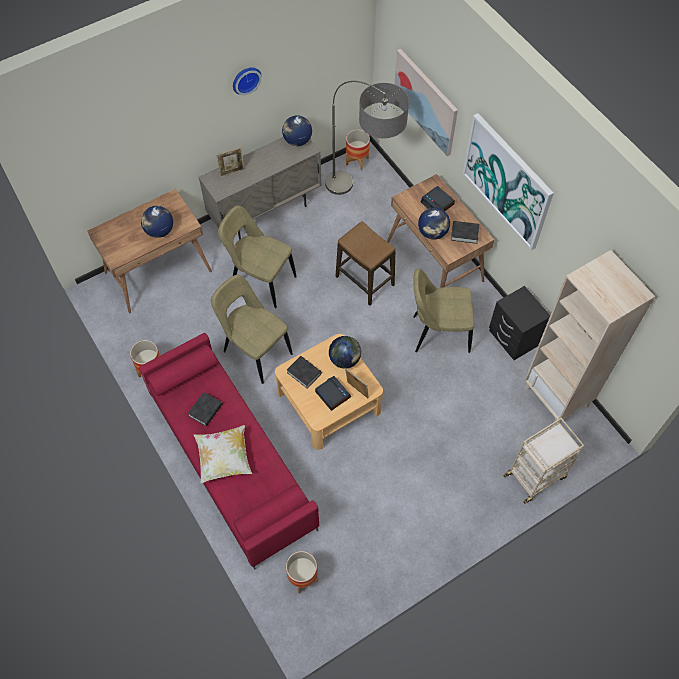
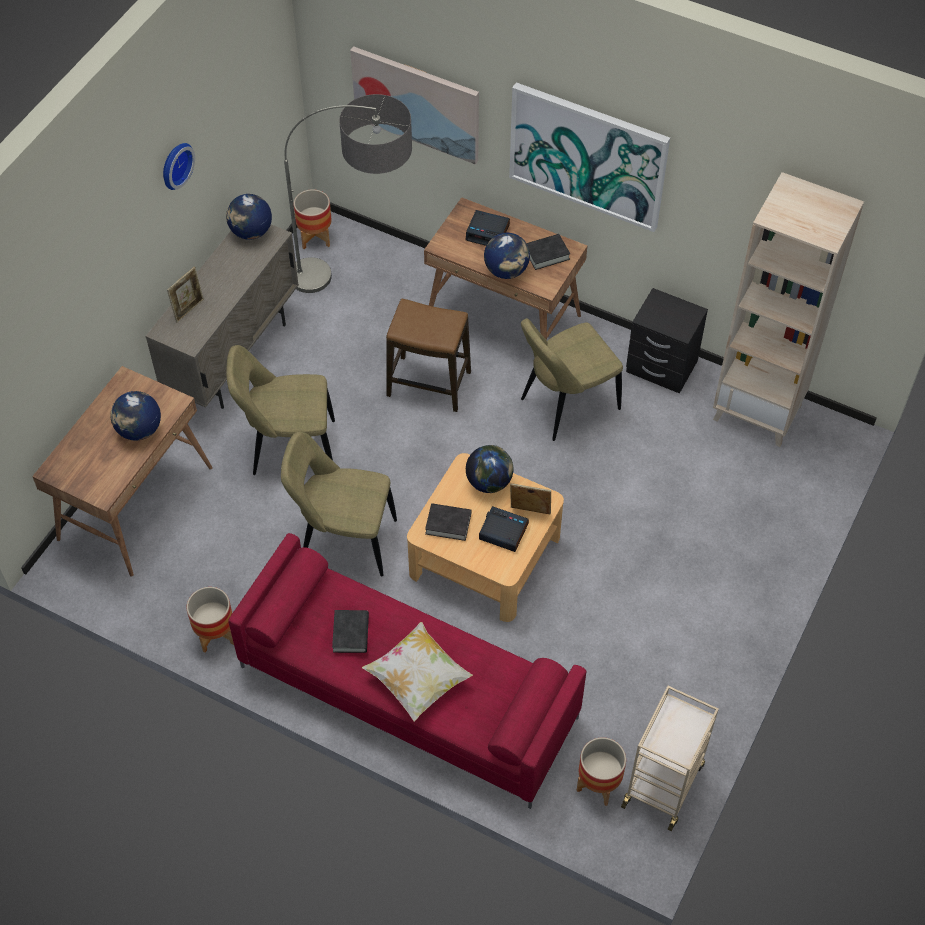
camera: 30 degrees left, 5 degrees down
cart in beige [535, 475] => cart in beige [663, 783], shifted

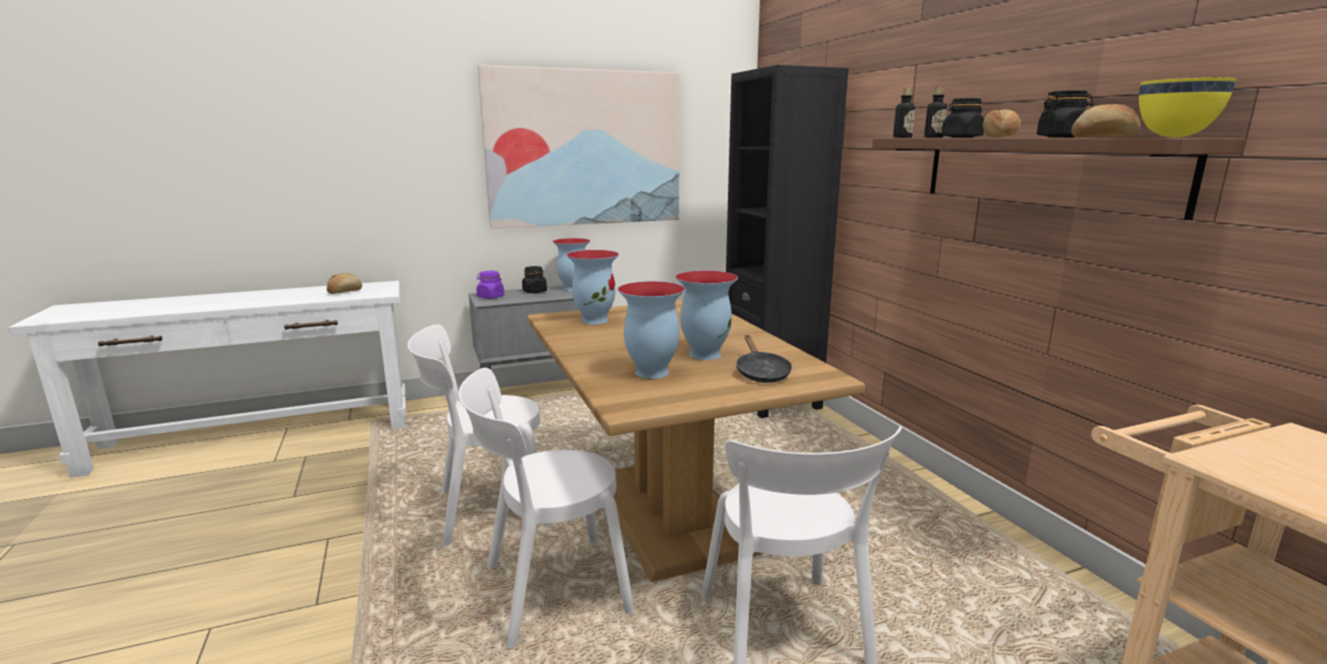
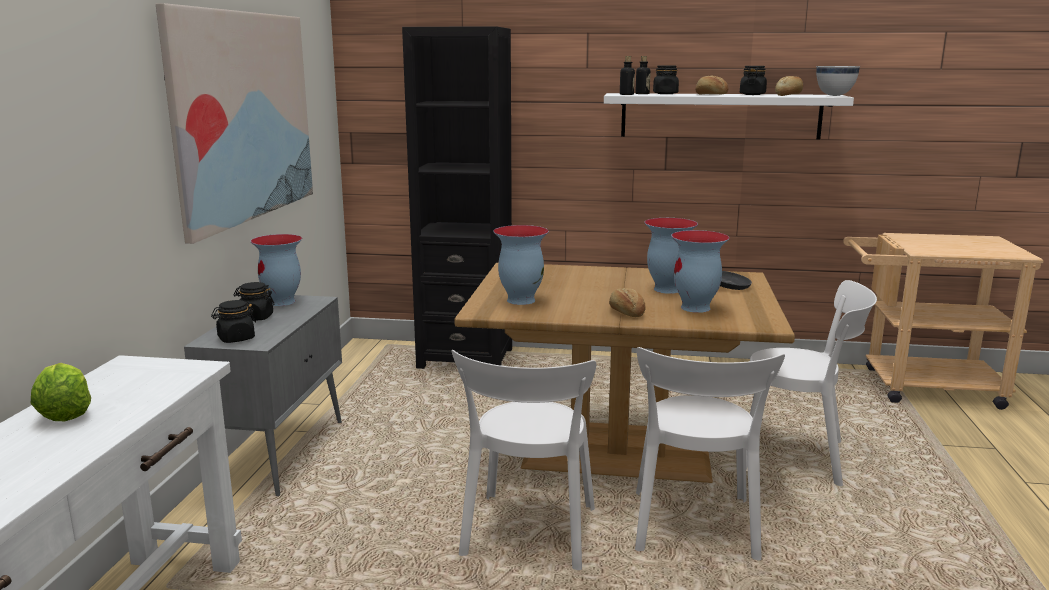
camera: 60 degrees left, 0 degrees up
nothing => lettuce [65, 413]
bread [344, 292] => bread [626, 313], shifted
jar in purple [490, 297] => jar in black [236, 338]
shelf in brown [1041, 171] => shelf in white [720, 116]
bowl in yellow [1174, 137] => bowl in white [834, 96]

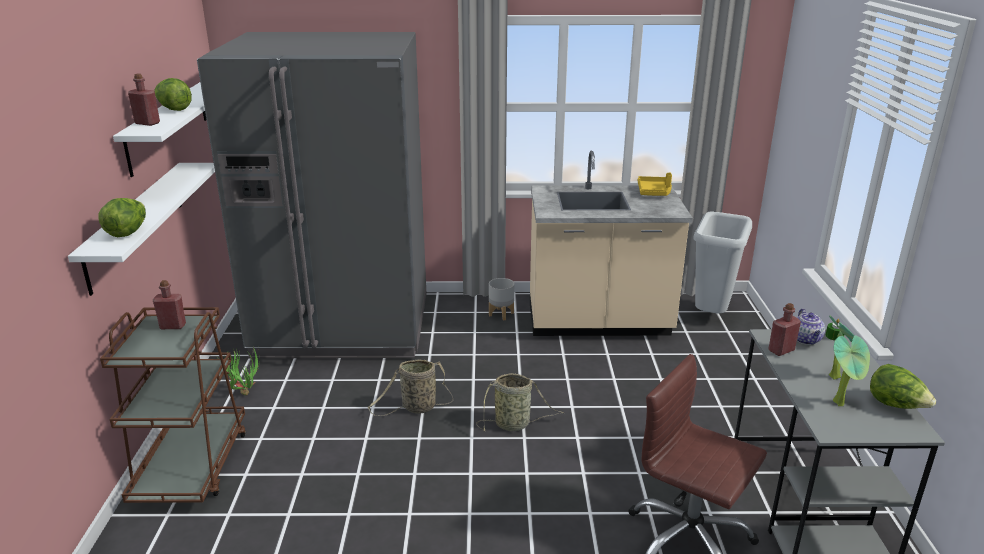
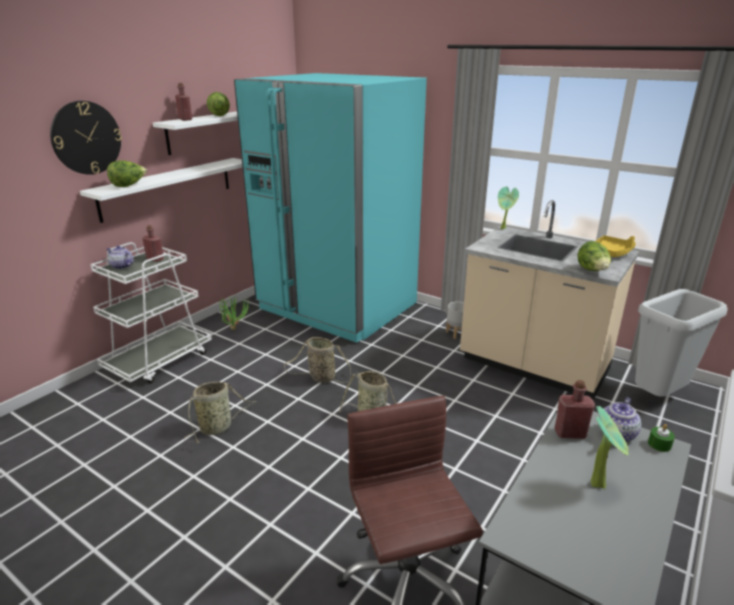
camera: 35 degrees right, 0 degrees up
nothing => wall clock [86, 138]
nothing => teapot [121, 266]
nothing => basket [218, 427]
potted plant [841, 403] => potted plant [504, 229], shifted
lettuce [896, 405] => lettuce [592, 271], shifted
cart in brown [192, 466] => cart in white [159, 360]
fridge in grey [343, 325] => fridge in turquoise [337, 306]

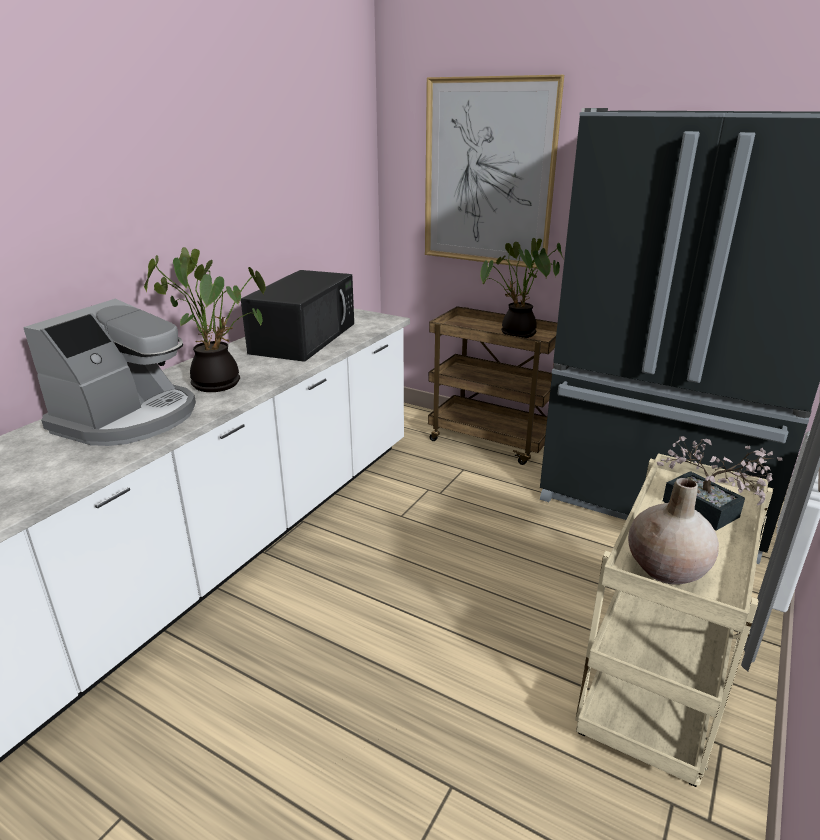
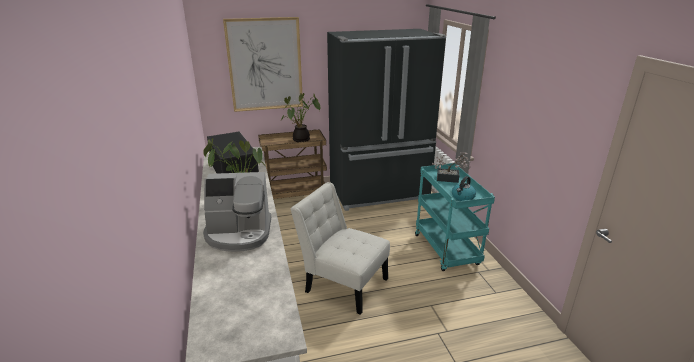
camera: 45 degrees left, 0 degrees up
nothing => chair in white [343, 283]
vase in beige [667, 569] => kettle [463, 197]
cart in beige [654, 698] => cart in turquoise [447, 251]
coffee machine [128, 418] => coffee machine [239, 233], 105 degrees clockwise

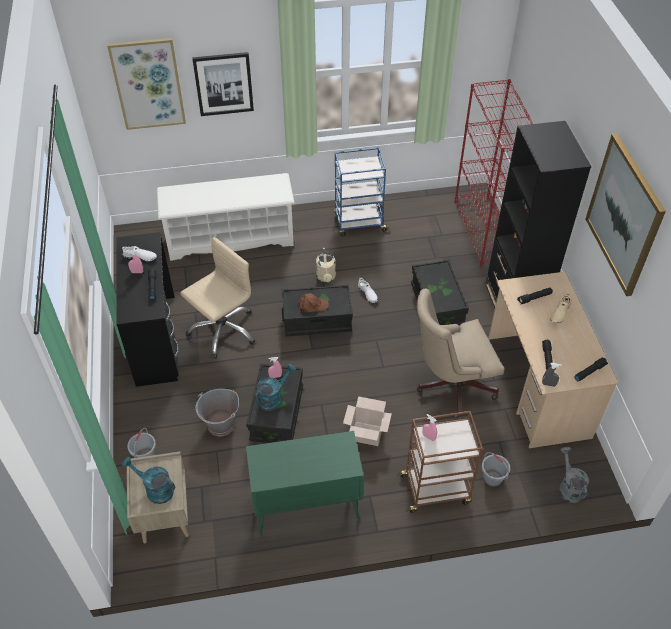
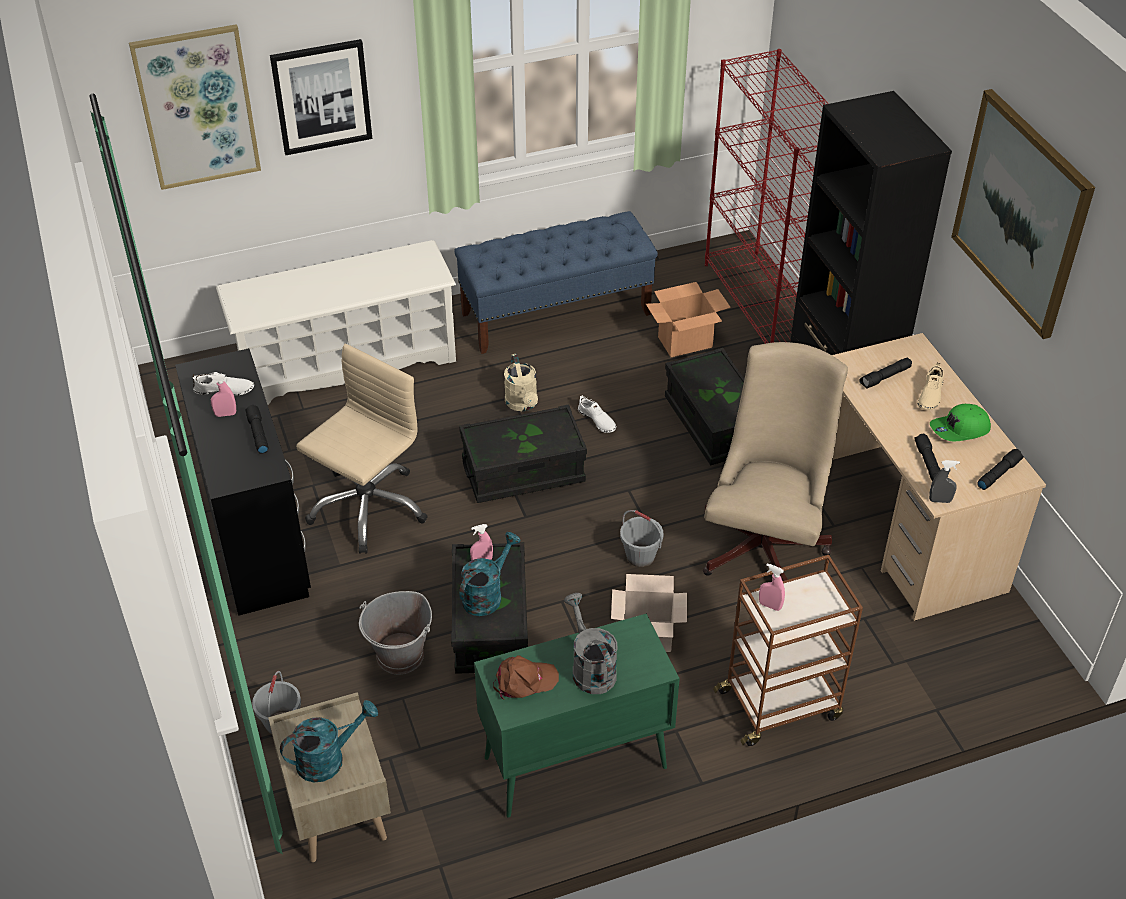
camera: 10 degrees left, 5 degrees down
nothing => cardboard box [685, 342]
nothing => cap in green [960, 430]
cap in brown [312, 305] => cap in brown [524, 681], shifted
bucket in grey [492, 478] => bucket in grey [640, 556], shifted
watering can in grey [568, 487] => watering can in grey [590, 668], shifted
cart in blue [359, 223] => bench in blue [556, 313]
watering can in turquoise [155, 489] => watering can in turquoise [328, 758], 135 degrees clockwise
office chair in beige [450, 385] => office chair in beige [765, 542], 135 degrees clockwise

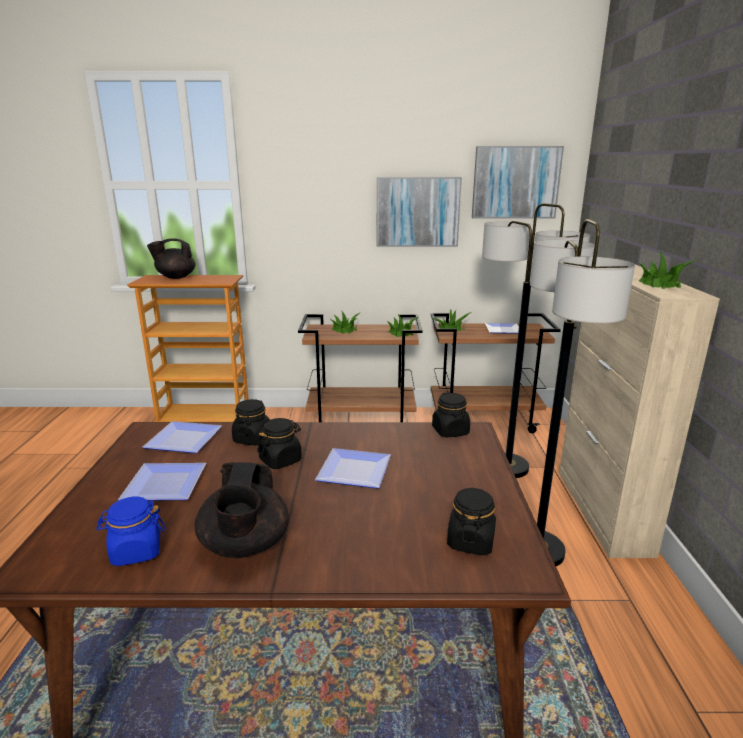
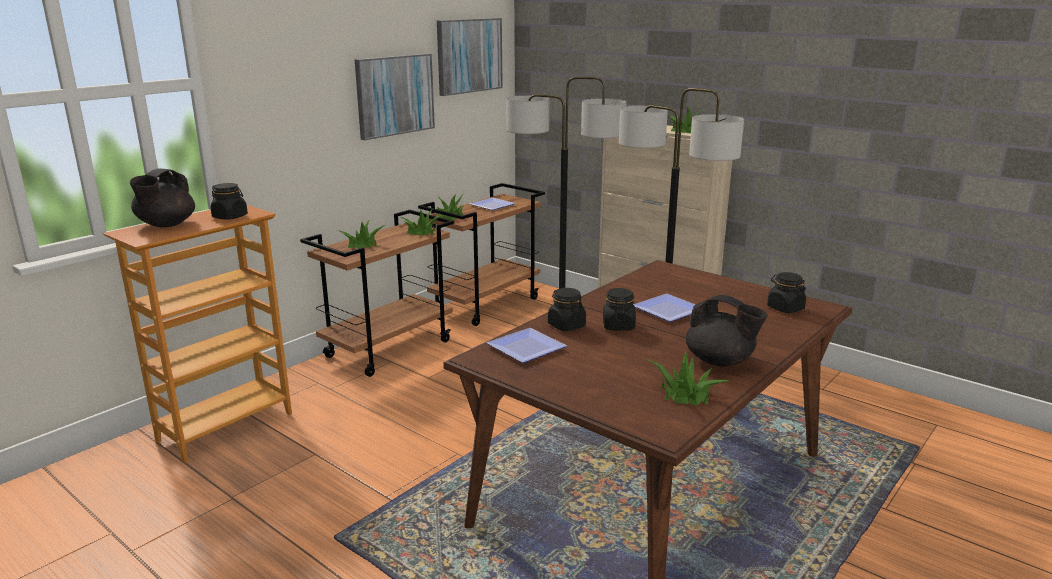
camera: 50 degrees left, 0 degrees up
plate [162, 486] => nothing
jar in black [450, 431] => jar in black [230, 217], shifted
jar in blue [136, 551] => potted plant [685, 394]

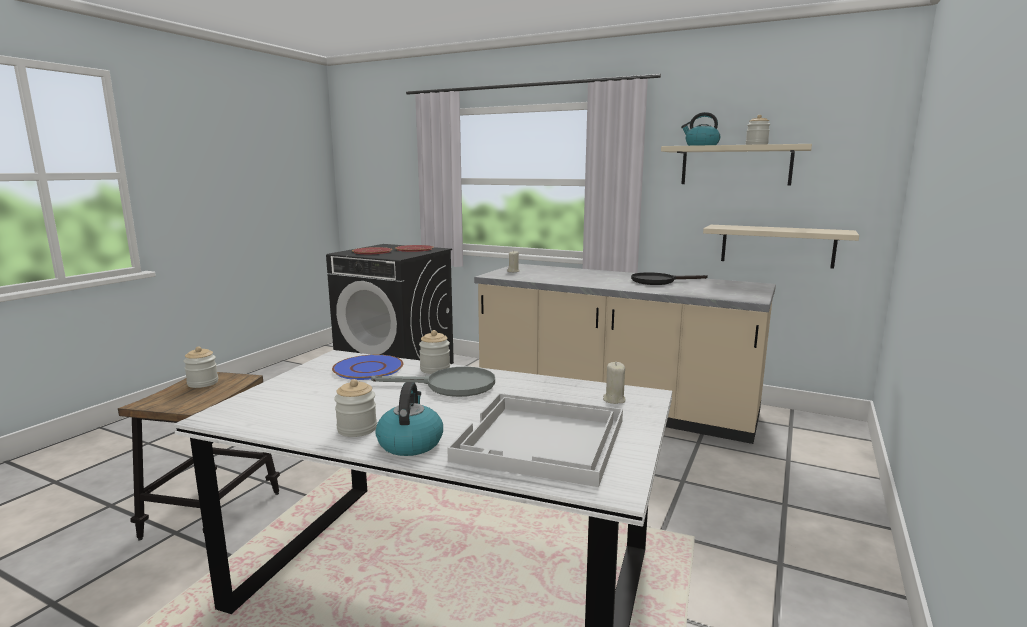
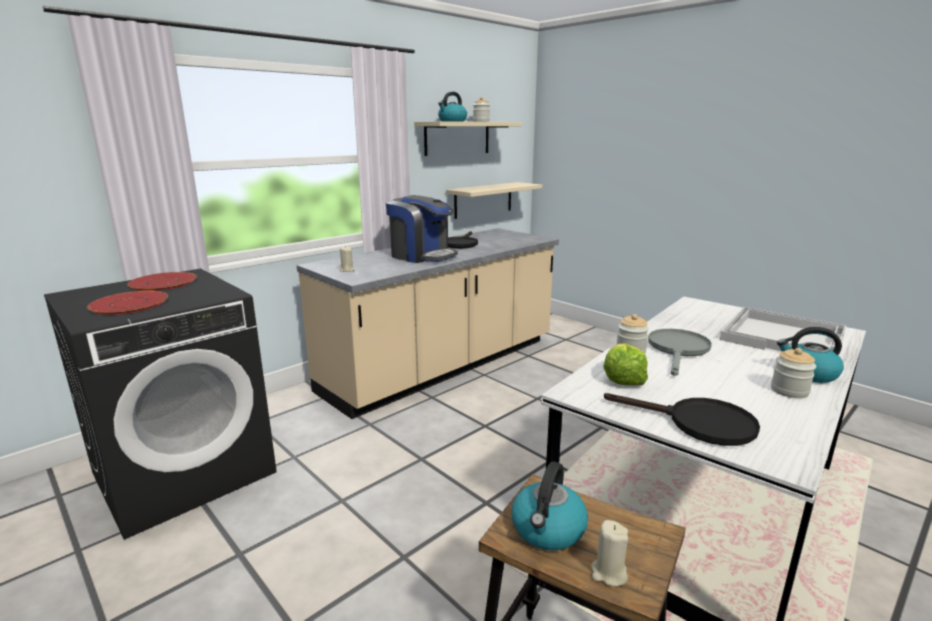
camera: 70 degrees left, 5 degrees up
nothing => coffee machine [422, 256]
nothing => frying pan in black [698, 423]
candle in beige [614, 399] => candle in beige [608, 573], shifted
jar [203, 383] => kettle [548, 530]
plate in blue [368, 368] => lettuce [623, 379]

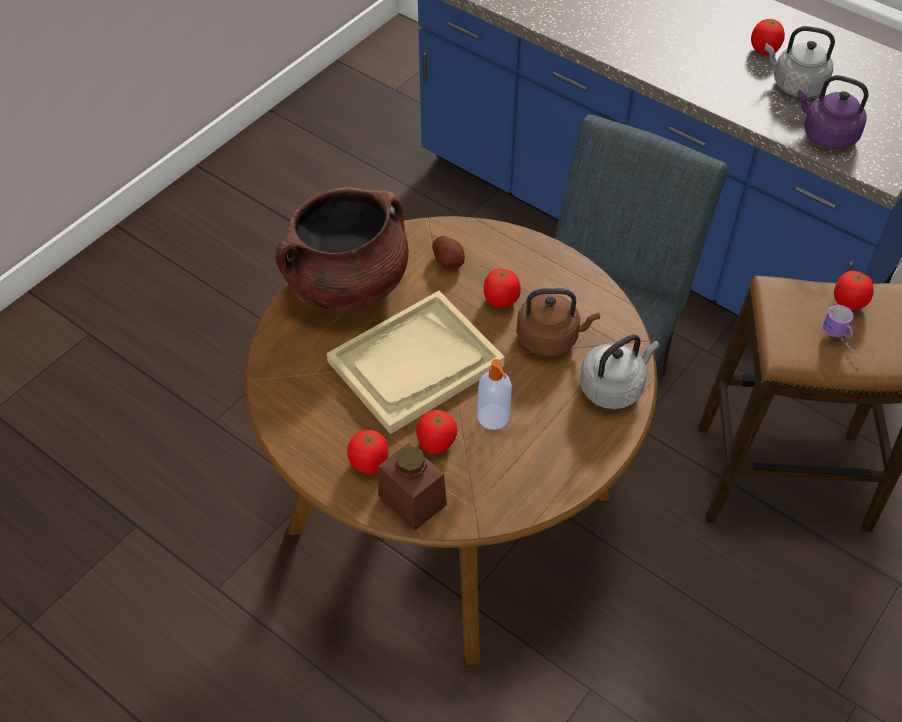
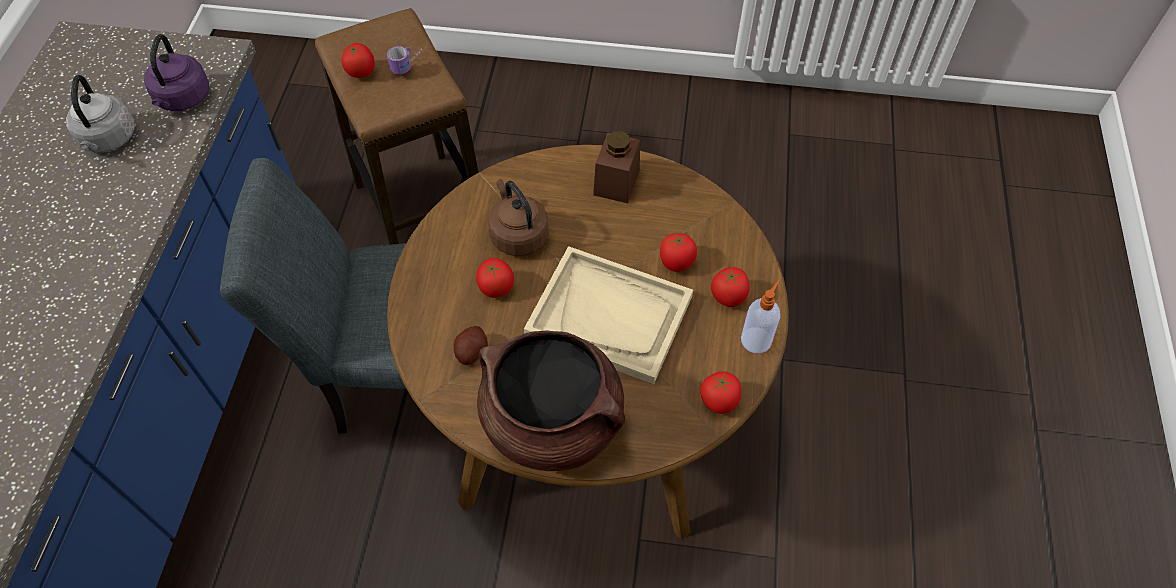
camera: 120 degrees left, 5 degrees up
kettle in grey [614, 387] => nothing
jar in brown [412, 500] => jar in brown [616, 182], shifted
soap dispenser [494, 418] => soap dispenser [756, 339], shifted
tomato [764, 50] => tomato [719, 401], shifted

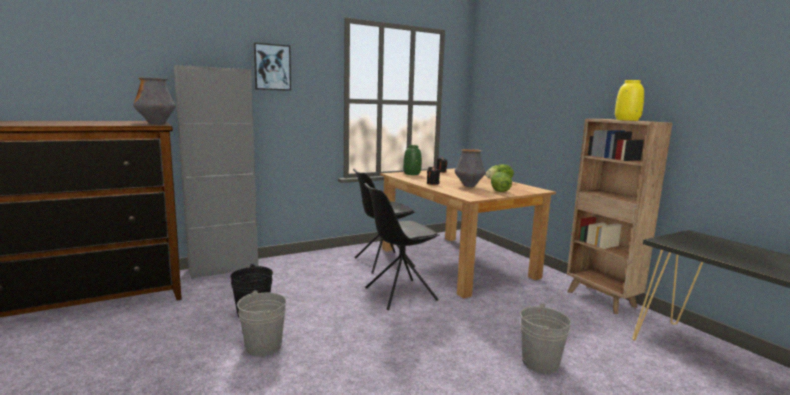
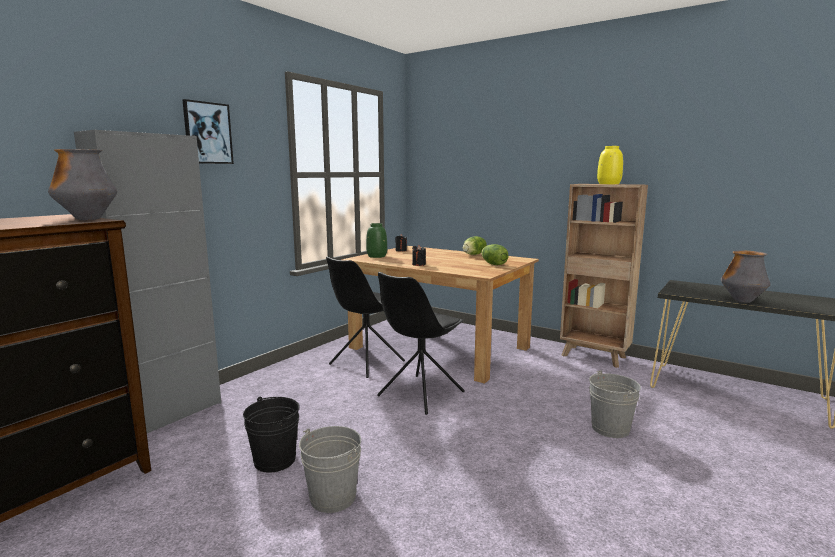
camera: 25 degrees left, 0 degrees up
vase [469, 186] => vase [742, 301], shifted

